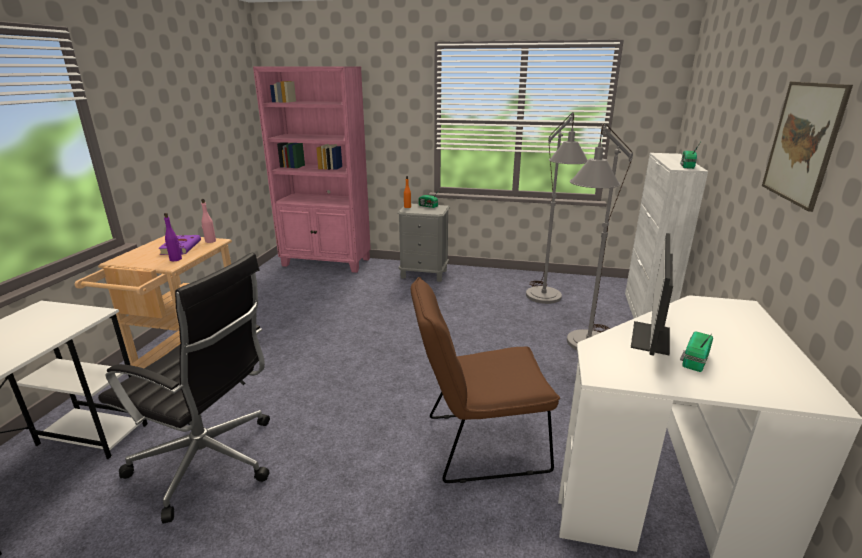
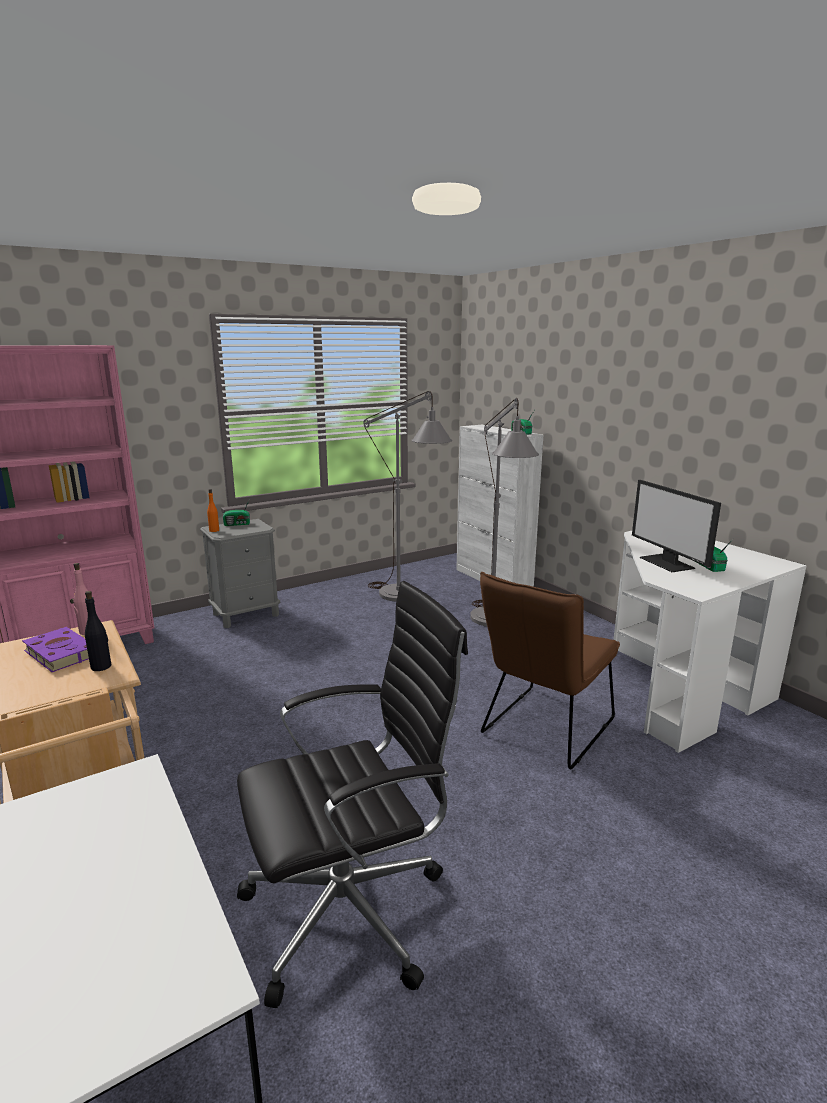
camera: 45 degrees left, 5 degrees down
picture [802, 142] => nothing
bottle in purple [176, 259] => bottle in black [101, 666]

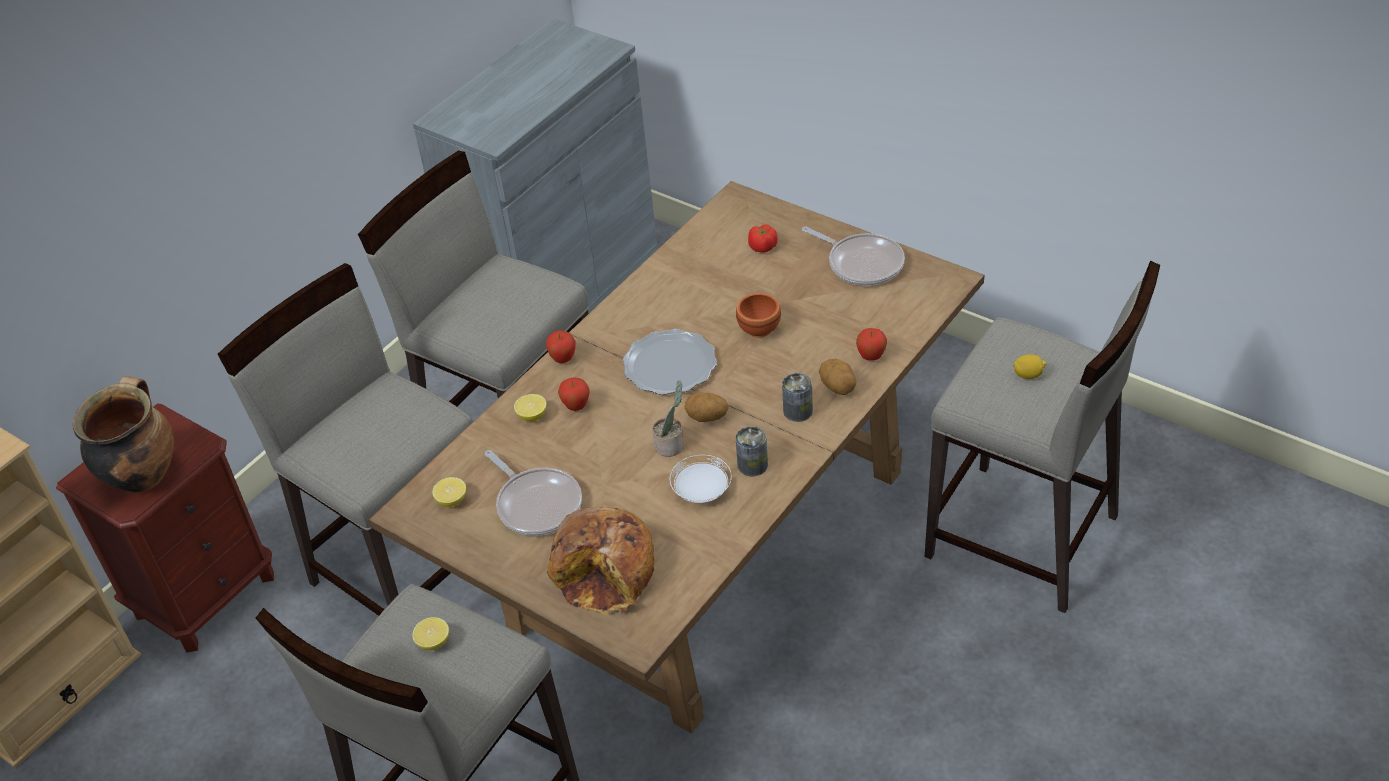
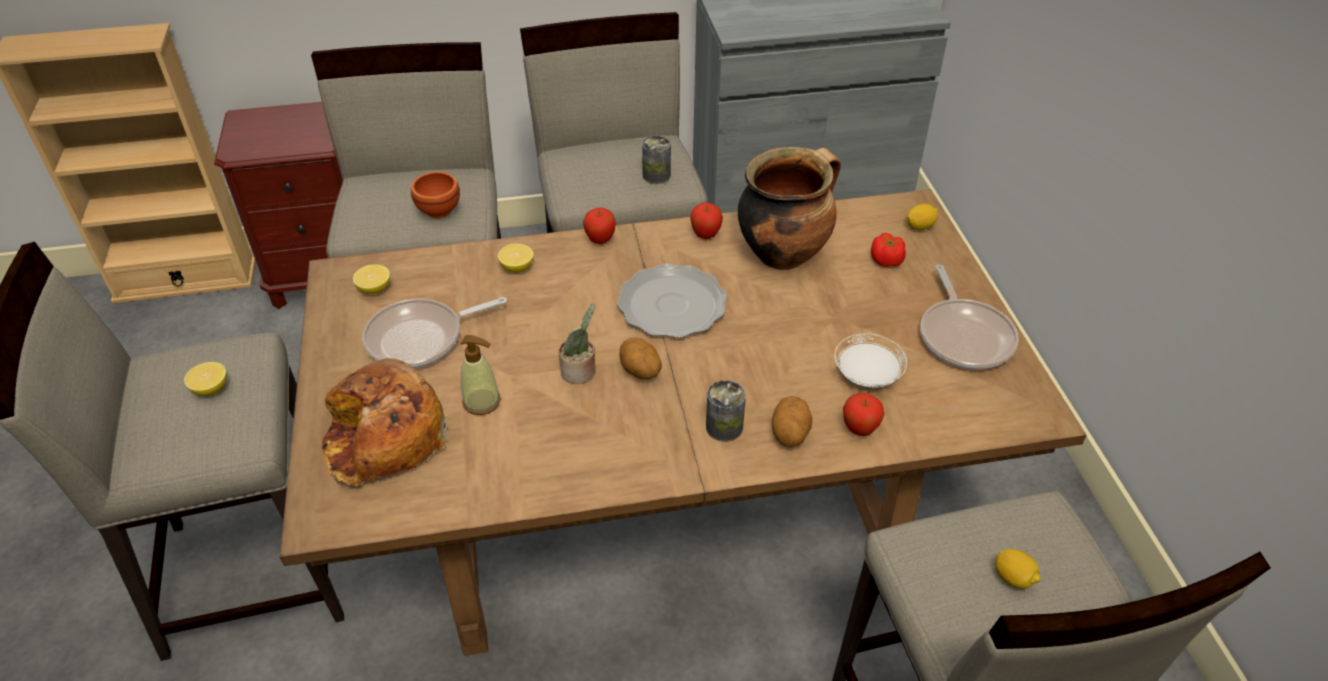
camera: 40 degrees right, 0 degrees up
nothing => soap dispenser [482, 402]
nothing => lemon [919, 226]
cooking pot [142, 474] => cooking pot [783, 253], shifted
apple [576, 406] => apple [705, 235], shifted
plate in white [702, 491] => plate in white [867, 375], shifted
can [752, 465] => can [656, 175], shifted
bowl in brown [758, 331] => bowl in brown [437, 211], shifted
frying pan [537, 504] => frying pan [421, 339], 60 degrees clockwise

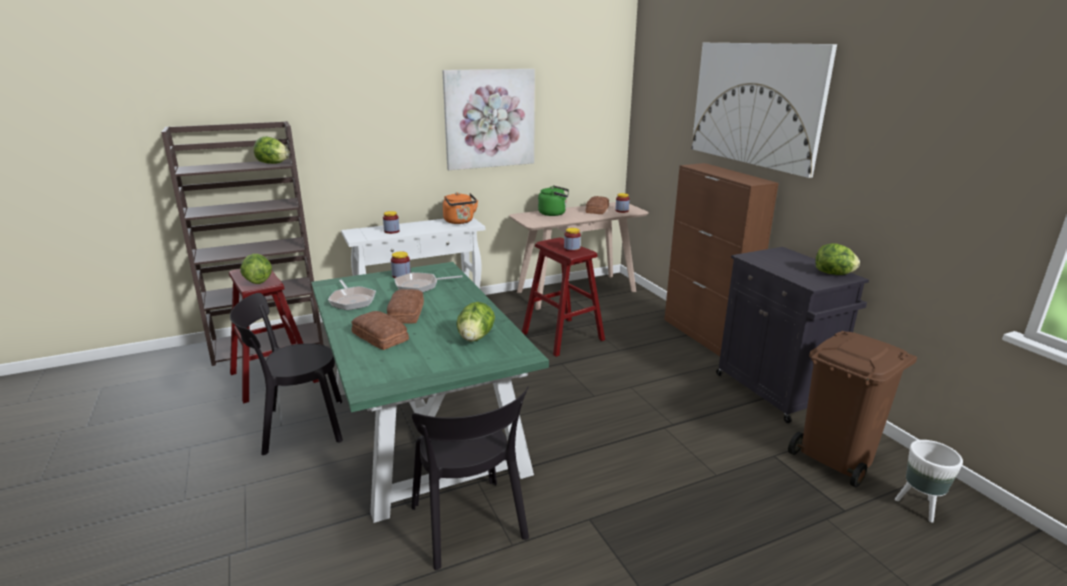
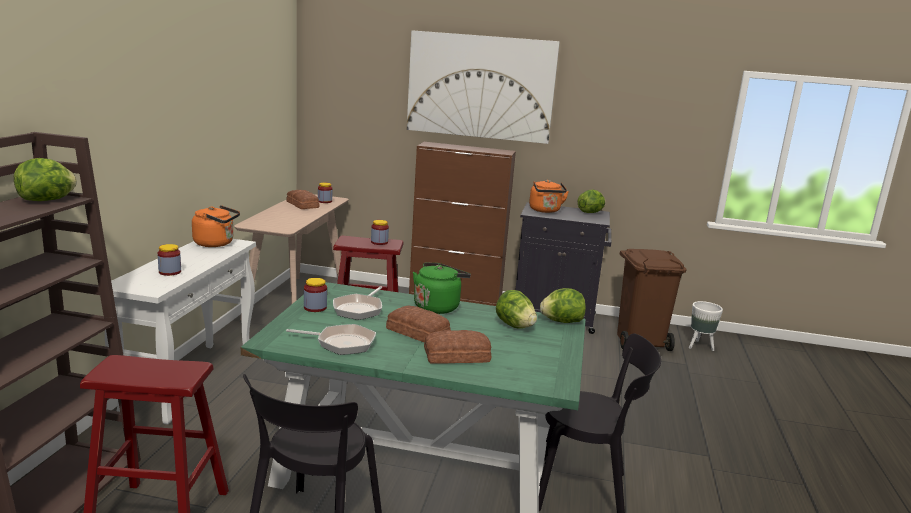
camera: 55 degrees left, 5 degrees down
picture [489, 119] => nothing
nothing => kettle in orange [545, 211]
lettuce [257, 281] => lettuce [561, 321], shifted
kettle in green [554, 213] => kettle in green [438, 307], shifted

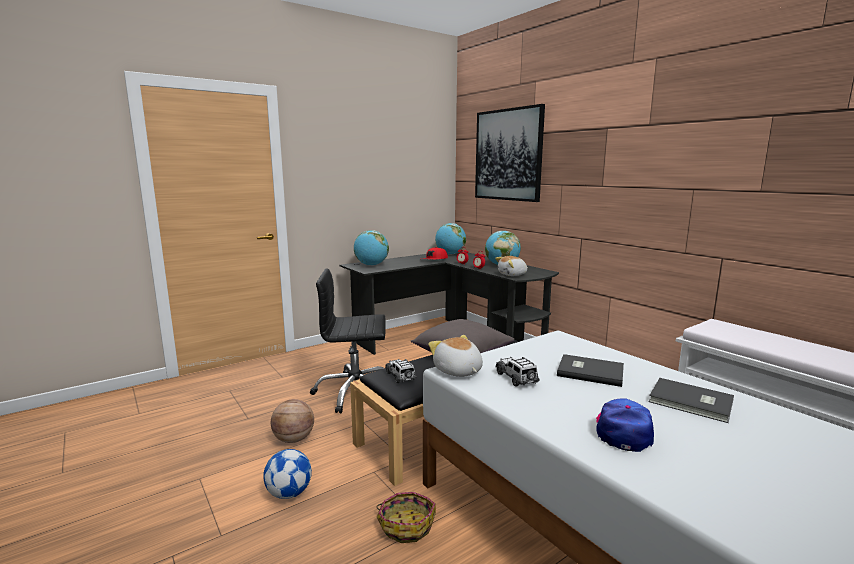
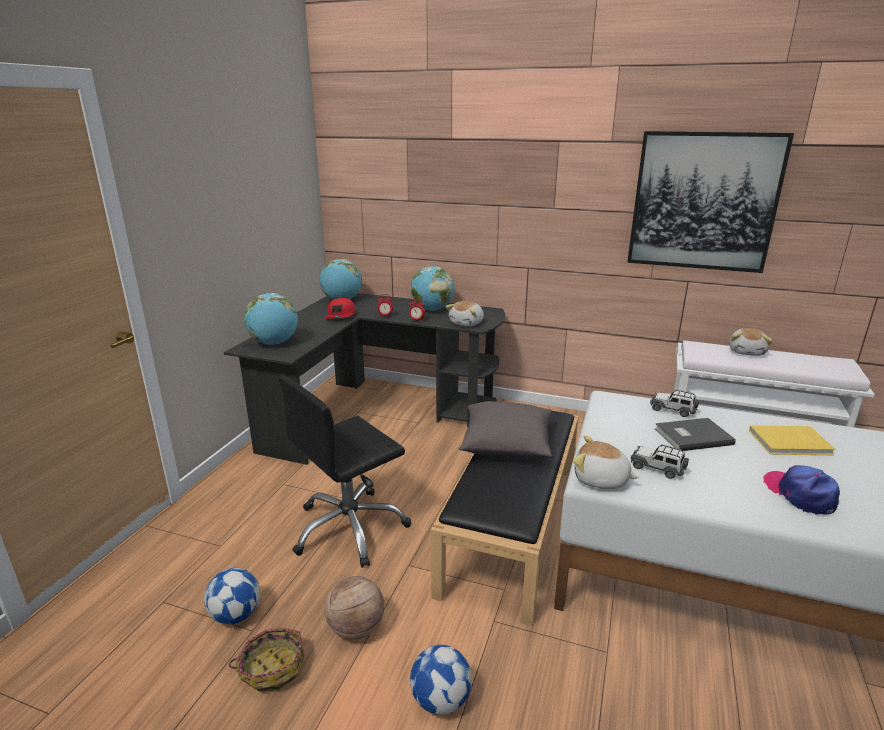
camera: 35 degrees left, 10 degrees up
nothing => football [236, 615]
nothing => plush toy [747, 352]
basket [406, 524] => basket [272, 667], shifted
toy car [401, 377] => toy car [672, 410], shifted
picture [508, 155] => picture [703, 202], shifted
book in grey [691, 403] => book in yellow [791, 443]

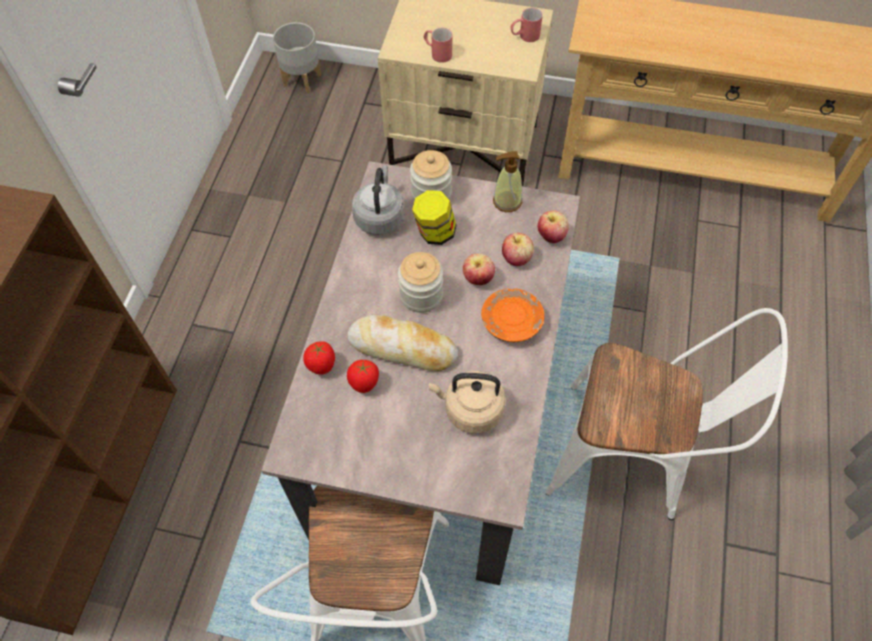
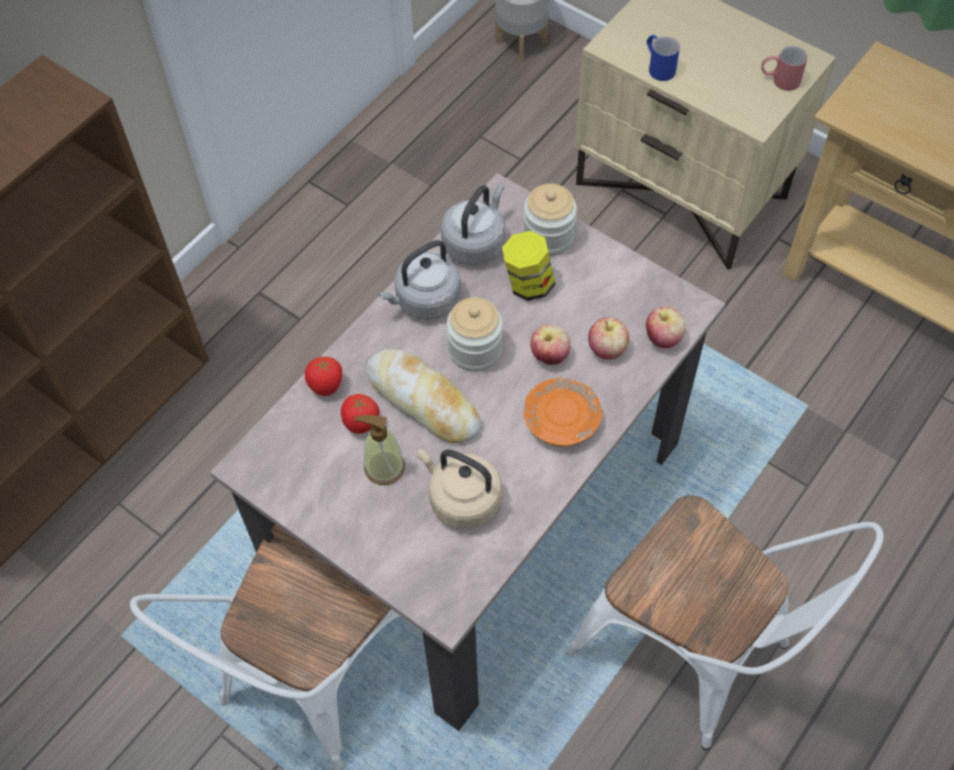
camera: 25 degrees right, 0 degrees up
nothing => kettle in grey [425, 301]
soap dispenser [507, 201] => soap dispenser [384, 467], shifted
mug in red [437, 53] => mug in blue [658, 66]

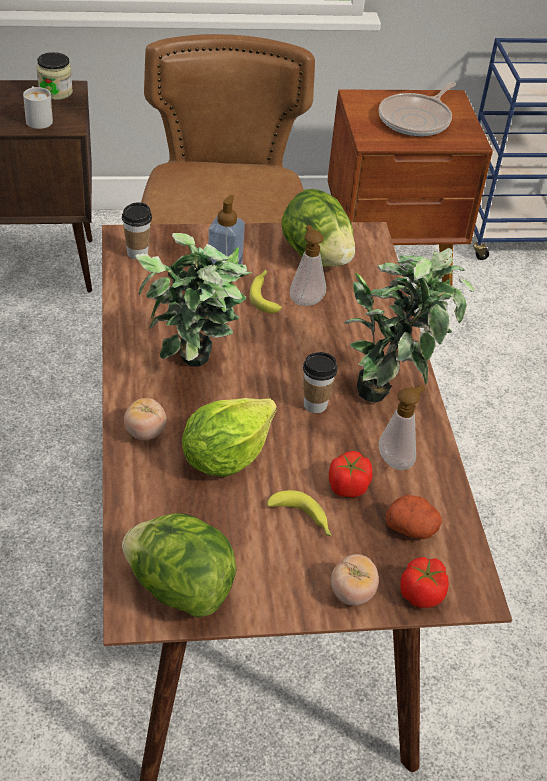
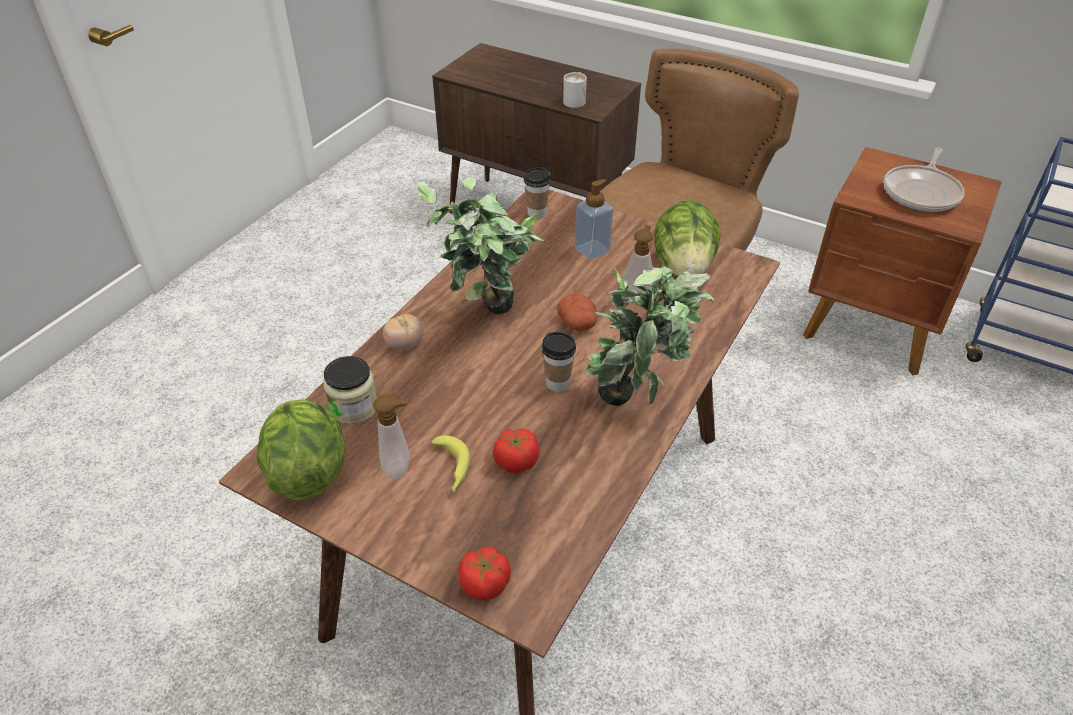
camera: 40 degrees right, 0 degrees up
lettuce [225, 456] => nothing
banana [265, 295] => nothing
tomato [352, 593] => nothing
jar [55, 92] => jar [354, 407], shifted
soap dispenser [397, 460] => soap dispenser [400, 468], shifted
potato [412, 528] => potato [578, 323], shifted
frying pan [416, 119] => frying pan [922, 192], 45 degrees counterclockwise

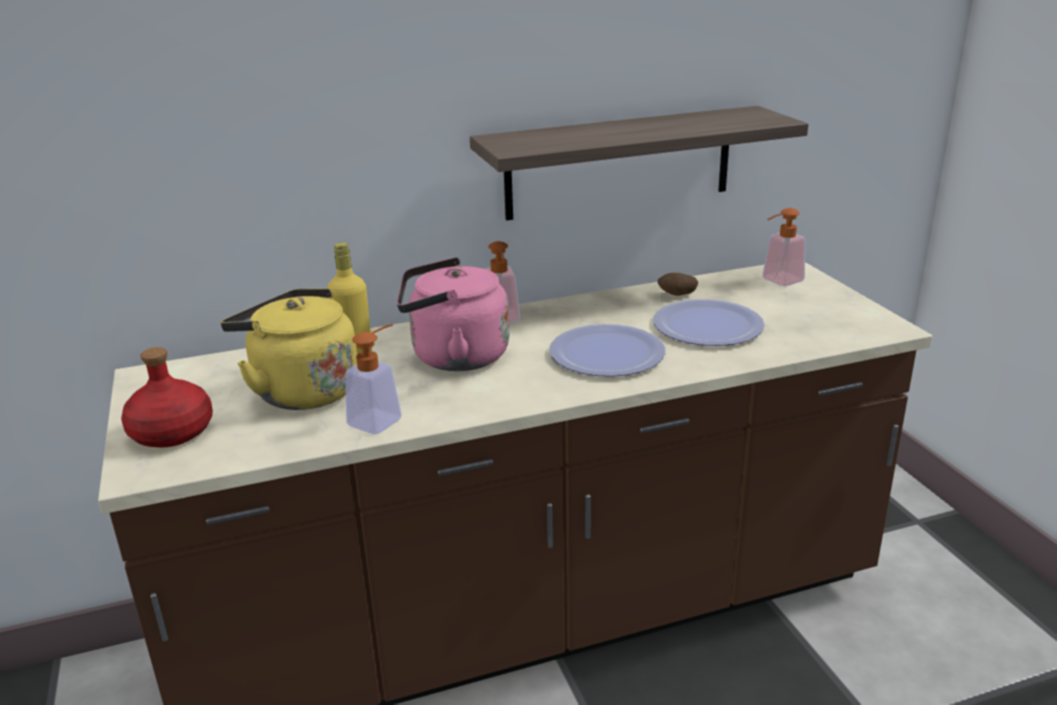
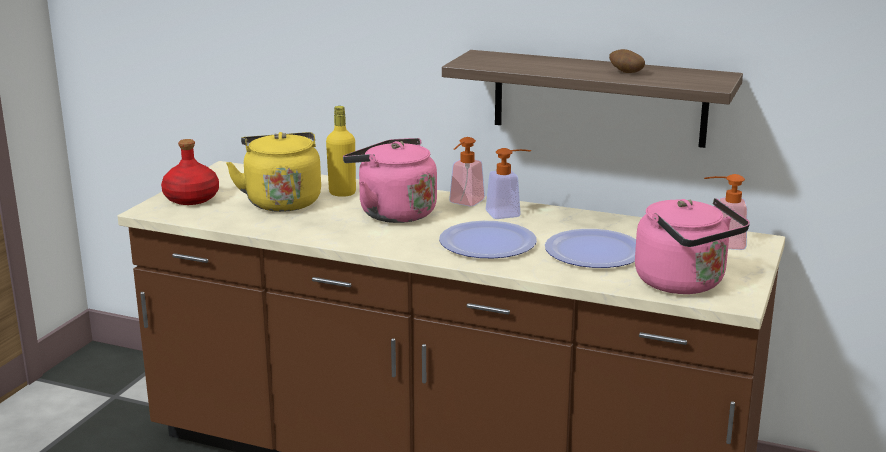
camera: 40 degrees right, 5 degrees down
nothing => kettle in pink [684, 284]
soap dispenser [381, 418] => soap dispenser [509, 213], shifted
potato [677, 295] => potato [626, 72], shifted

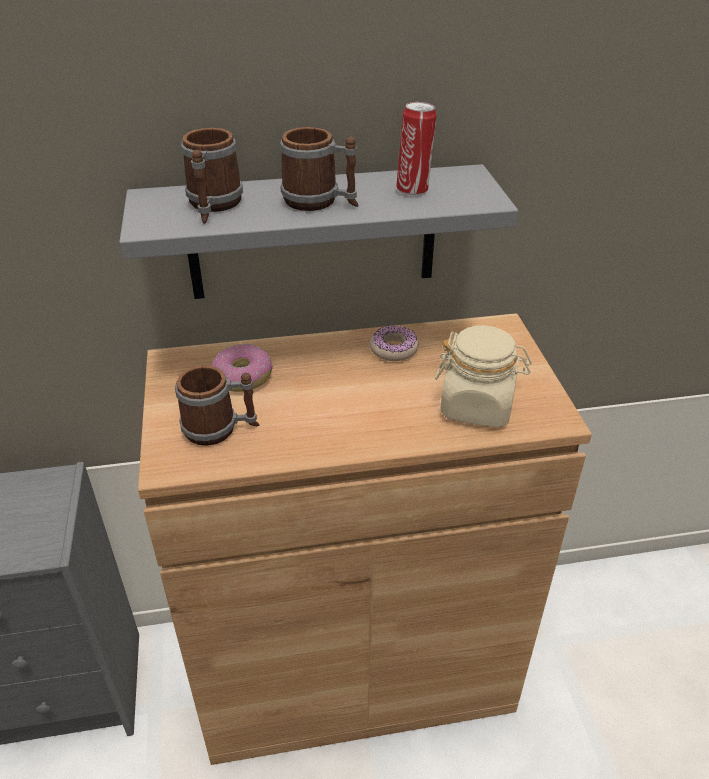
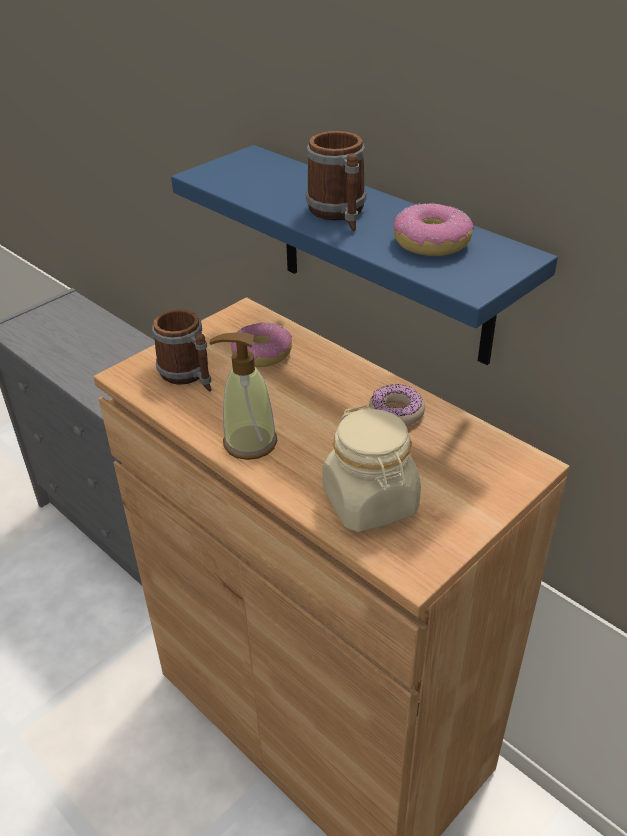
camera: 55 degrees right, 0 degrees up
mug [213, 206] => nothing
nothing => soap dispenser [249, 443]
can [413, 189] => donut [432, 243]
shelf in grey [312, 233] => shelf in blue [383, 255]

